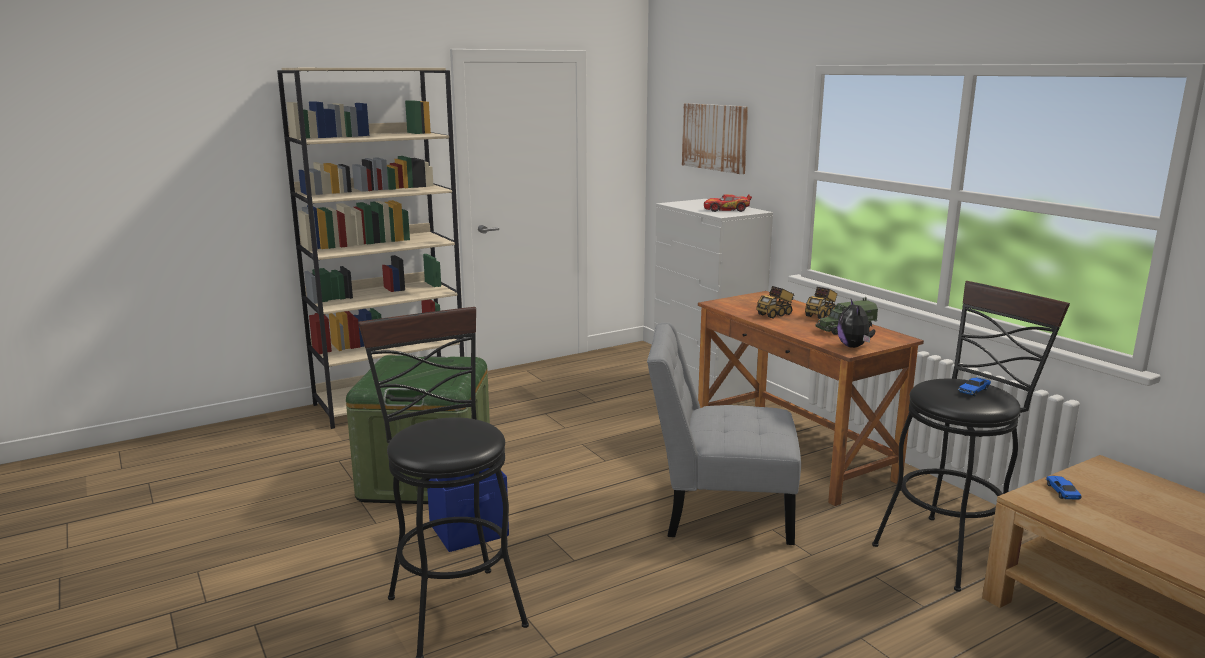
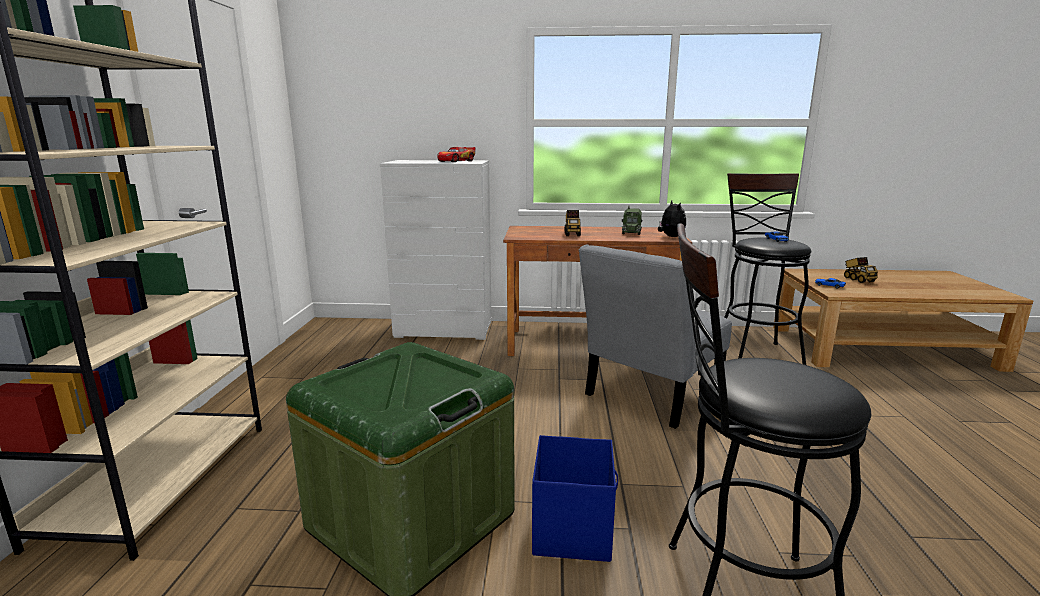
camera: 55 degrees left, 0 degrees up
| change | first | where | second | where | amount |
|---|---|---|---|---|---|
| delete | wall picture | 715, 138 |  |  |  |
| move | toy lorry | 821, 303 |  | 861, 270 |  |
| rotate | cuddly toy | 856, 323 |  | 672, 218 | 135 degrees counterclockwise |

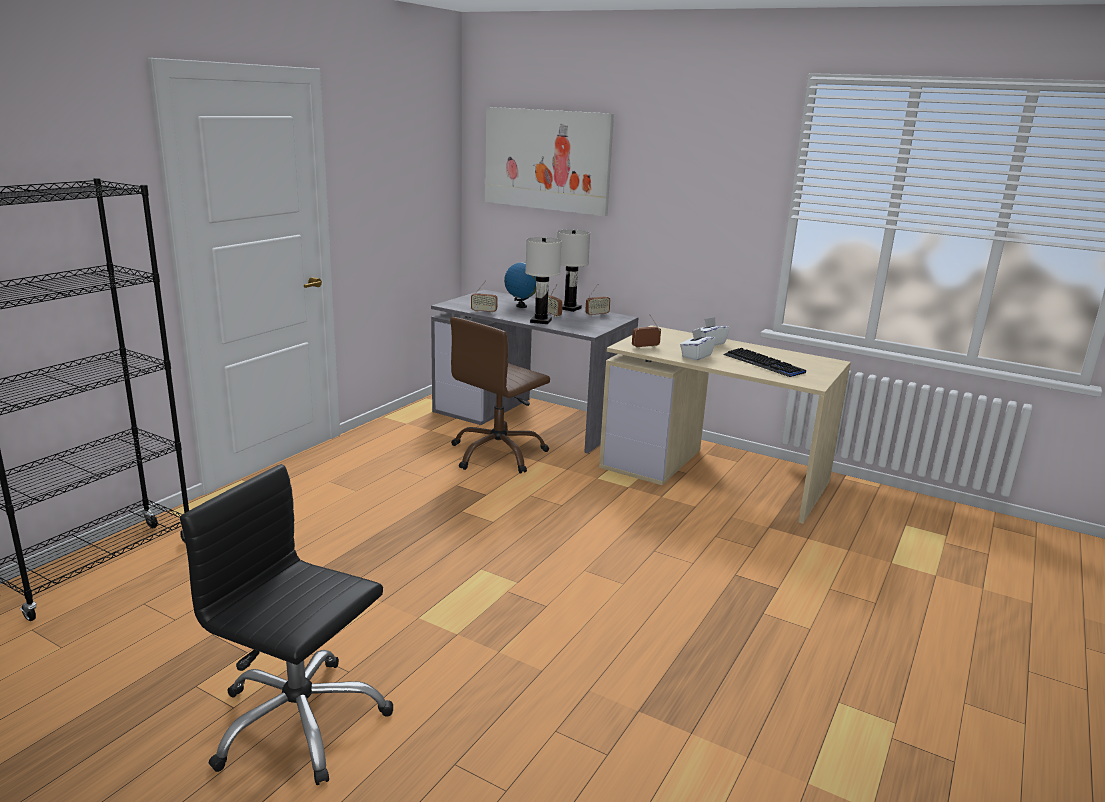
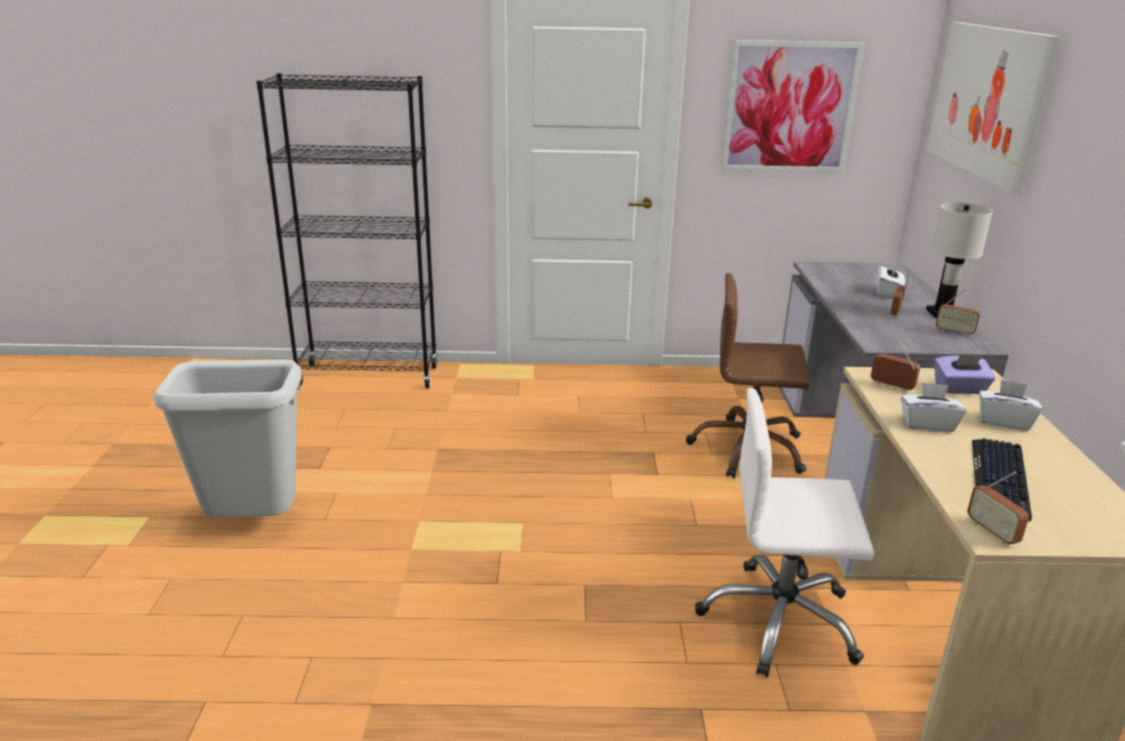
camera: 60 degrees right, 5 degrees up
| change | first | where | second | where | amount |
|---|---|---|---|---|---|
| delete | white-coloured tabletop lamp | 543, 280 |  |  |  |
| insert |  |  | white-coloured computer chair | 784, 532 |  |
| insert |  |  | wall picture | 792, 106 |  |
| insert |  |  | purple tissue holder | 965, 374 |  |
| move | radio set | 484, 297 |  | 998, 507 |  |
| replace | blackish computer chair | 286, 624 | grey waste bin | 228, 439 |  |
| replace | world globe | 520, 285 | white-coloured tissue holder | 891, 280 |  |

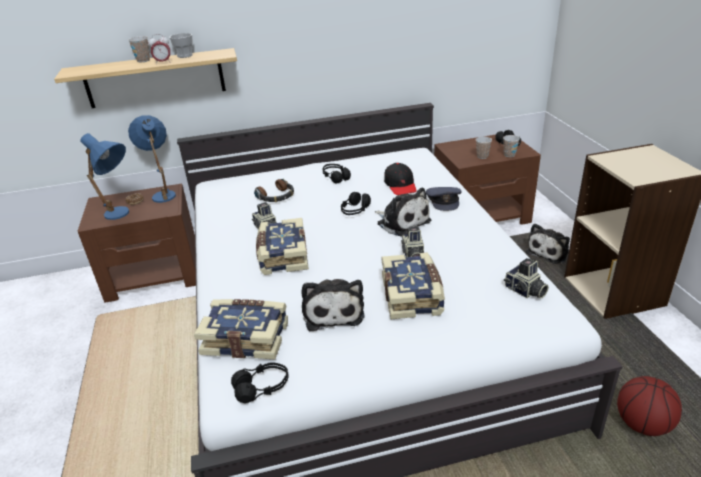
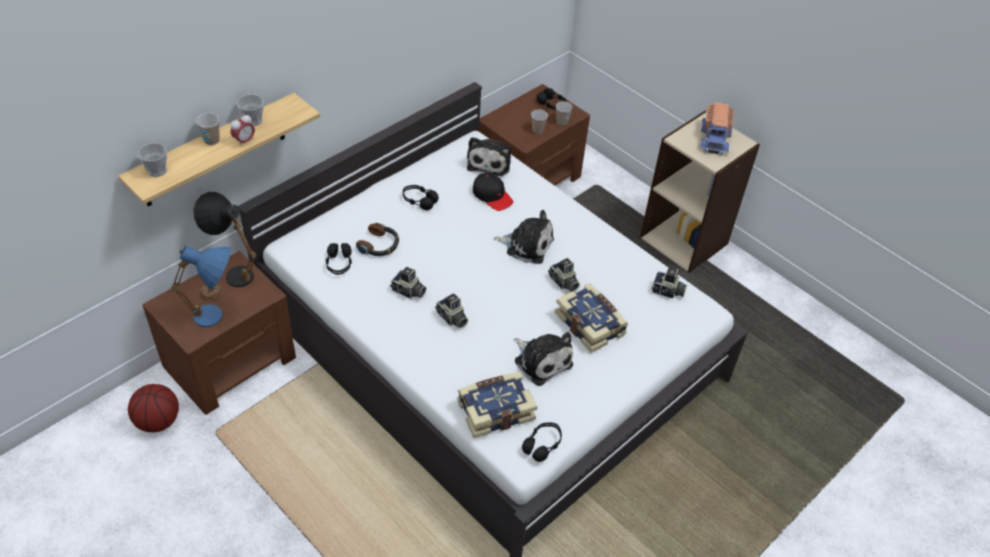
camera: 35 degrees left, 15 degrees up
| change | first | where | second | where | amount |
|---|---|---|---|---|---|
| delete | grey baseball cap | 444, 199 |  |  |  |
| insert |  |  | cup | 152, 160 |  |
| insert |  |  | toy lorry | 716, 128 |  |
| move | blackish headset | 356, 203 |  | 339, 259 |  |
| move | cuddly toy | 548, 243 |  | 489, 156 |  |
| move | ball for basketball | 649, 406 |  | 153, 408 |  |
| replace | book | 282, 246 | photo camera | 451, 310 |  |
| recolor | blue-coloured tabletop lamp | 152, 159 | blackish tabletop lamp | 225, 239 |  |

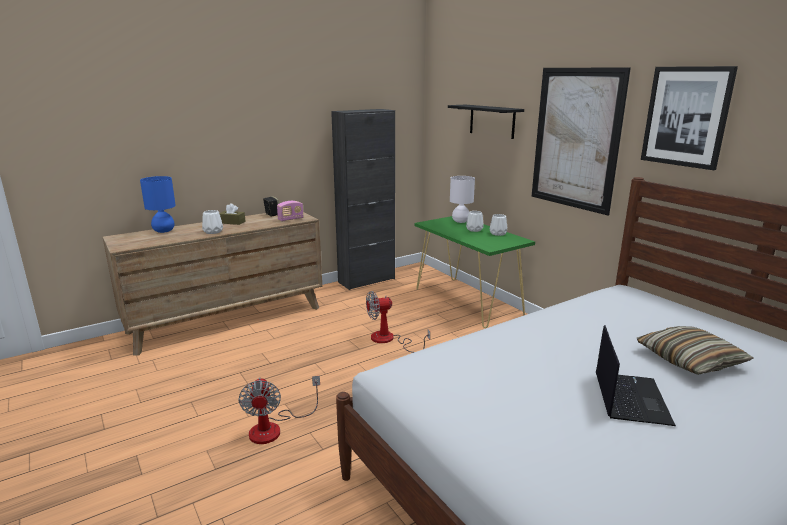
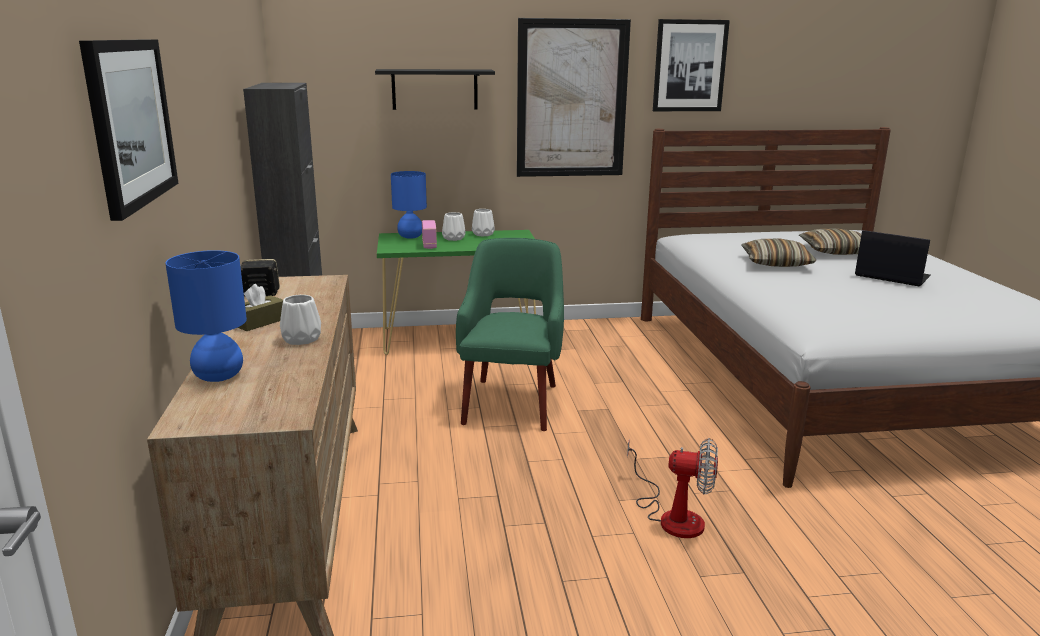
camera: 65 degrees left, 0 degrees up
| change | first | where | second | where | amount |
|---|---|---|---|---|---|
| insert |  |  | wall picture | 129, 130 |  |
| insert |  |  | cushion | 778, 253 |  |
| move | radio set | 290, 211 |  | 429, 234 |  |
| replace | fan | 398, 322 | green armchair | 510, 334 |  |
| recolor | white-coloured tabletop lamp | 462, 199 | blue-coloured tabletop lamp | 409, 205 |  |

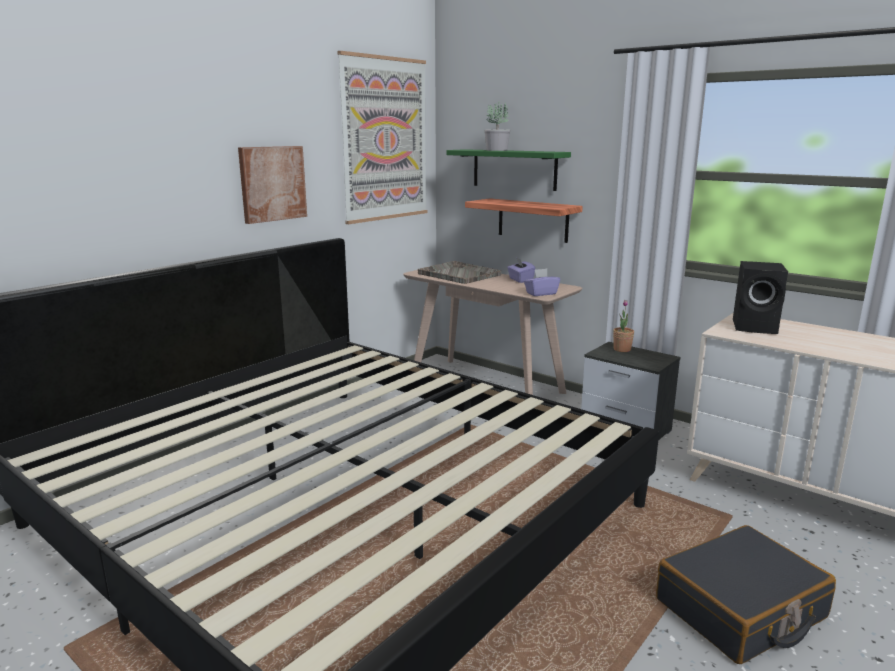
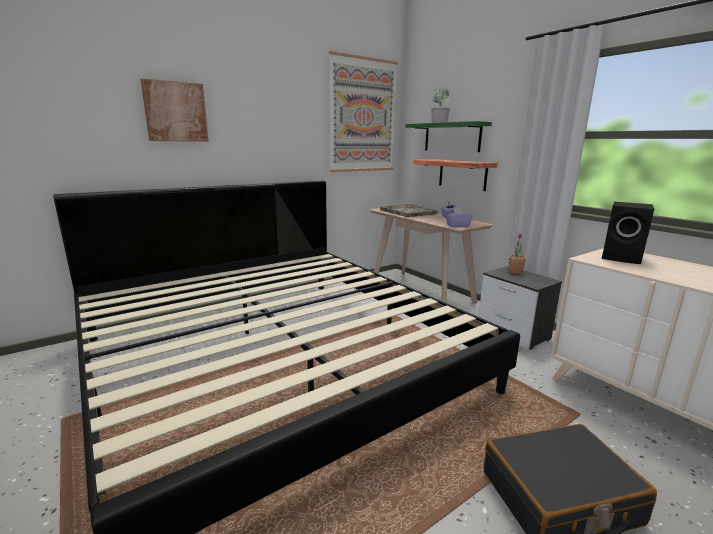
camera: 15 degrees right, 0 degrees up
| change | first | where | second | where | amount |
|---|---|---|---|---|---|
| move | wall picture | 272, 185 |  | 175, 110 |  |

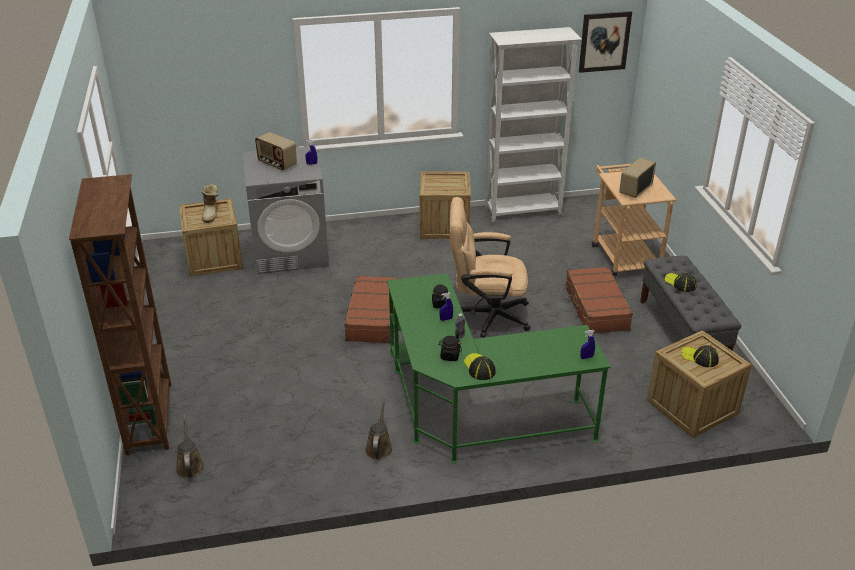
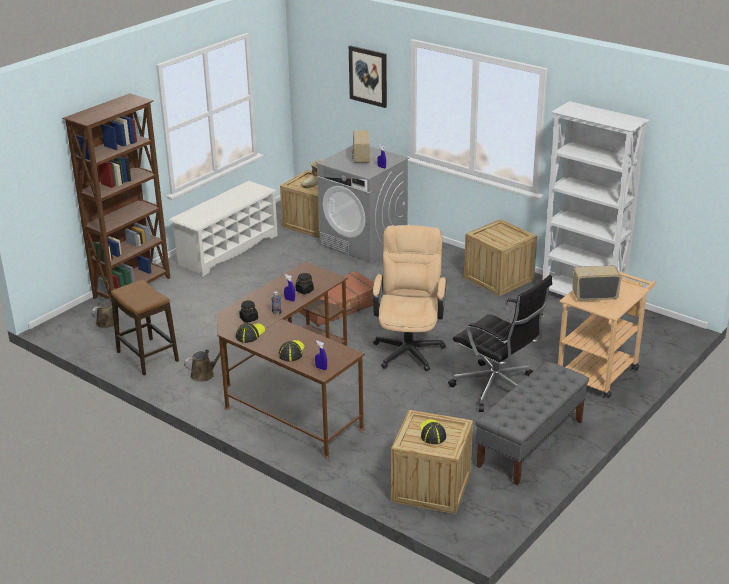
camera: 50 degrees right, 5 degrees down
| change | first | where | second | where | amount |
|---|---|---|---|---|---|
| insert |  |  | stool | 145, 327 |  |
| insert |  |  | white-coloured shoe shelf | 223, 228 |  |
| move | wall picture | 605, 42 |  | 368, 76 |  |
| move | baseball cap | 680, 282 |  | 292, 351 |  |
| replace | brown piece of luggage | 598, 299 | blackish computer chair | 500, 343 |  |
| recolor | green desk unit | 499, 368 | brown desk unit | 291, 360 |  |
| rotate | beige-coloured computer chair | 490, 267 |  | 410, 298 | 45 degrees clockwise |

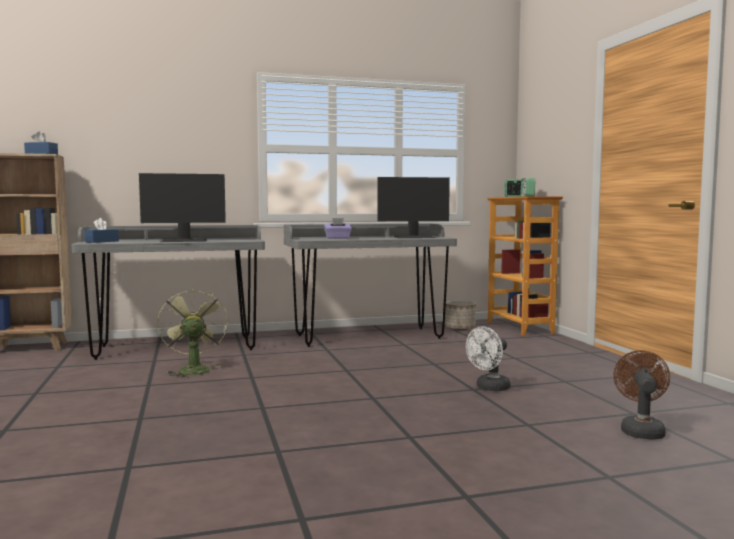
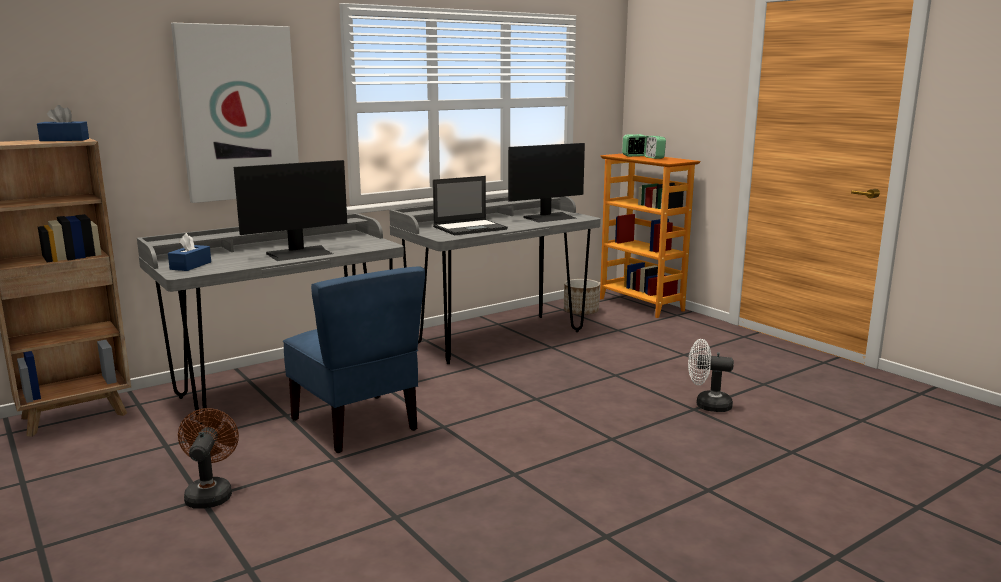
camera: 20 degrees left, 10 degrees up
| change | first | where | second | where | amount |
|---|---|---|---|---|---|
| insert |  |  | wall picture | 235, 113 |  |
| move | brown fan | 641, 395 |  | 208, 458 |  |
| replace | green fan | 192, 333 | blue-coloured upright chair | 354, 360 |  |
| replace | purple tissue holder | 338, 228 | laptop | 470, 205 |  |
| rotate | white-coloured fan | 488, 358 |  | 711, 375 | 75 degrees clockwise |

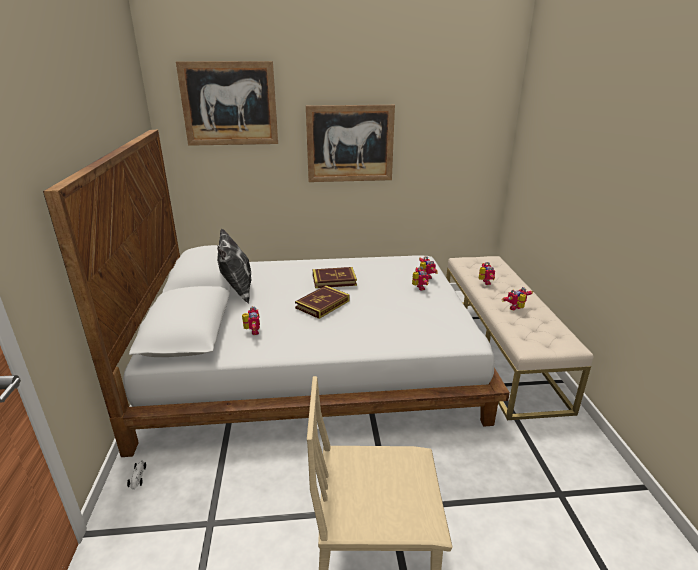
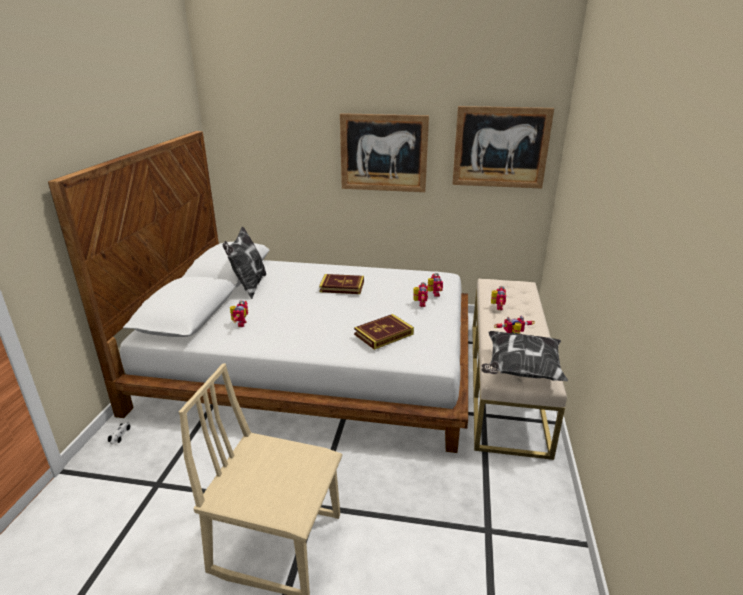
camera: 15 degrees right, 0 degrees up
| change | first | where | second | where | amount |
|---|---|---|---|---|---|
| insert |  |  | cushion | 524, 356 |  |
| move | wall picture | 227, 103 |  | 503, 147 |  |
| move | book | 322, 302 |  | 384, 332 |  |

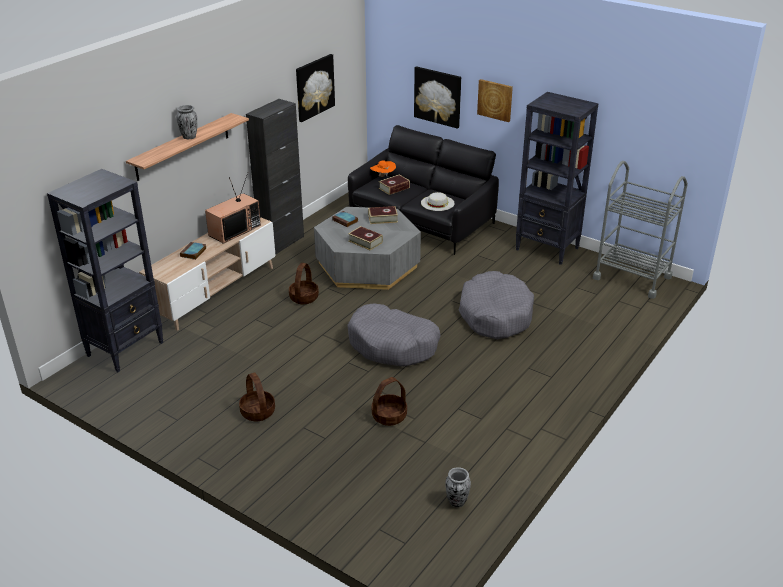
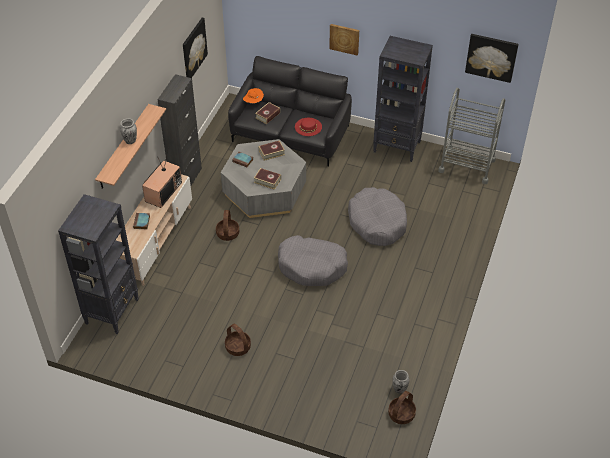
camera: 15 degrees left, 15 degrees up
| change | first | where | second | where | amount |
|---|---|---|---|---|---|
| move | basket | 389, 401 |  | 402, 407 |  |
| move | wall picture | 437, 97 |  | 492, 58 |  |
| recolor | white-coloured wearable hat | 438, 201 | red-coloured wearable hat | 308, 127 |  |

